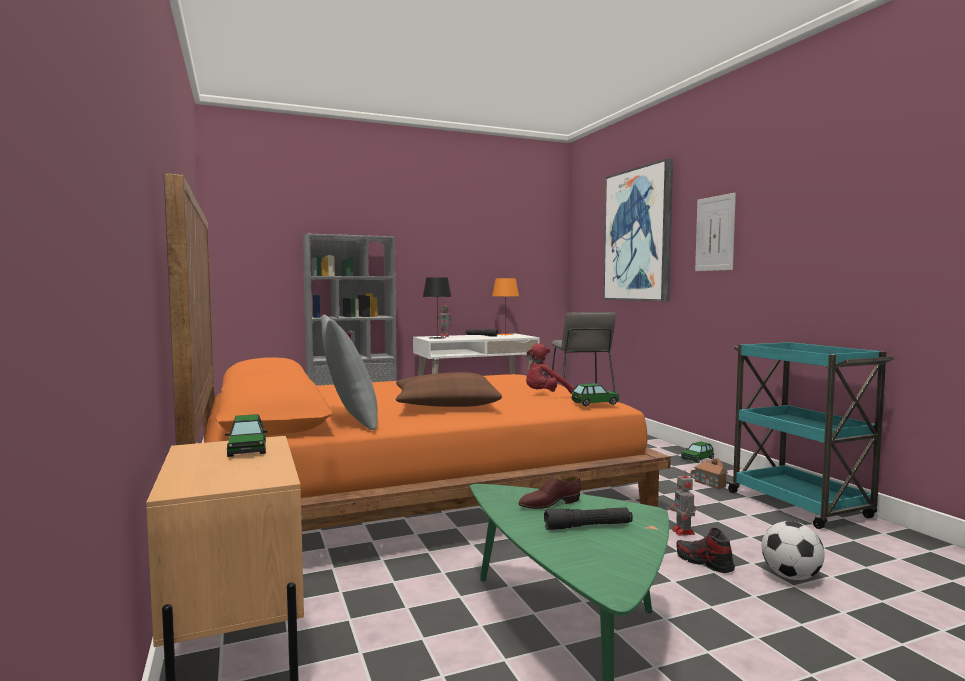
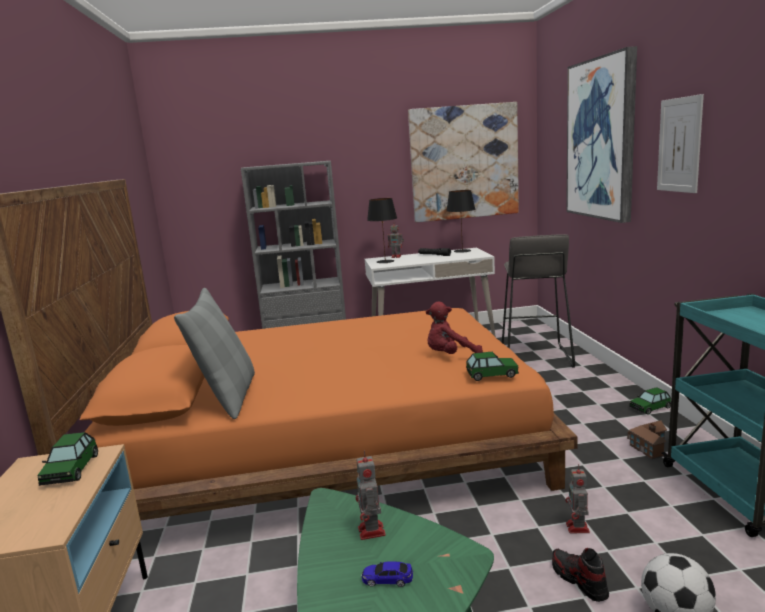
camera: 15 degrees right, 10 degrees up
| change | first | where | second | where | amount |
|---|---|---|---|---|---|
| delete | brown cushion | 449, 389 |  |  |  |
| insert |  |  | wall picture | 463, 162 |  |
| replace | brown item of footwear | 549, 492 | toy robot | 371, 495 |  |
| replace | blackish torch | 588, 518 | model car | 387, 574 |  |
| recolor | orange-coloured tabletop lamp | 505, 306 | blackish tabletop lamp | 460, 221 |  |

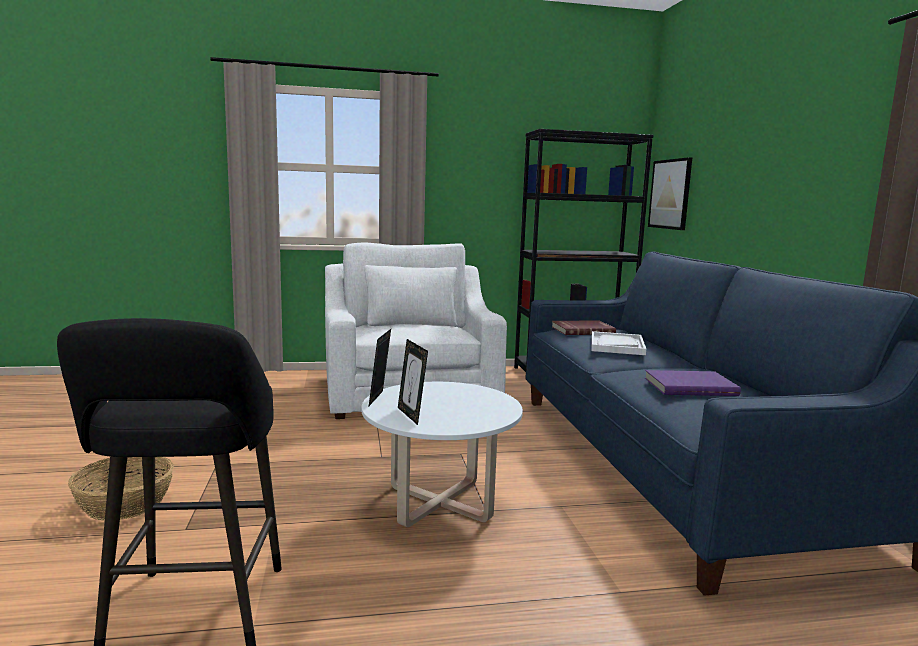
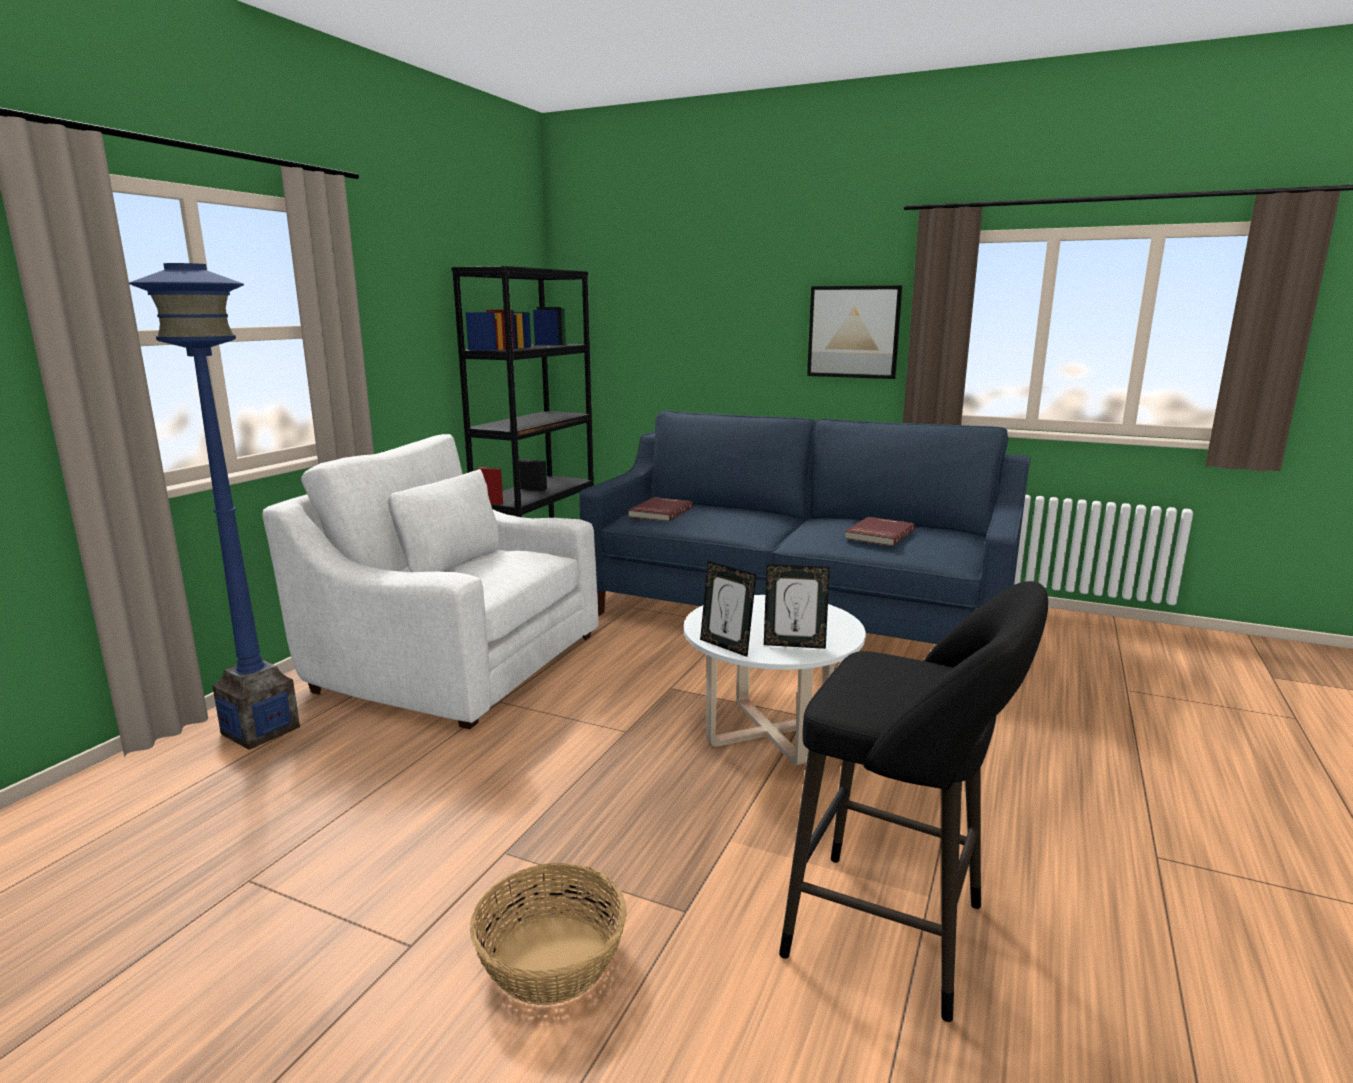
camera: 55 degrees left, 5 degrees up
| change | first | where | second | where | amount |
|---|---|---|---|---|---|
| delete | white-coloured serving tray | 618, 343 |  |  |  |
| insert |  |  | blue-coloured floor lamp | 214, 506 |  |
| move | wall picture | 670, 193 |  | 854, 332 |  |
| recolor | purple book | 693, 383 | red-coloured book | 880, 531 |  |

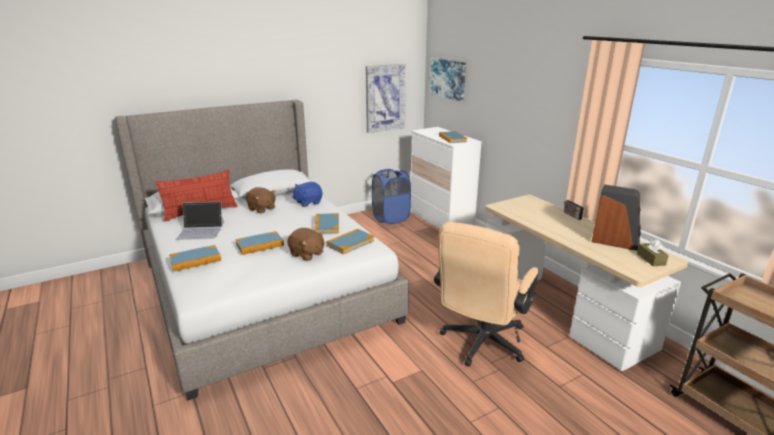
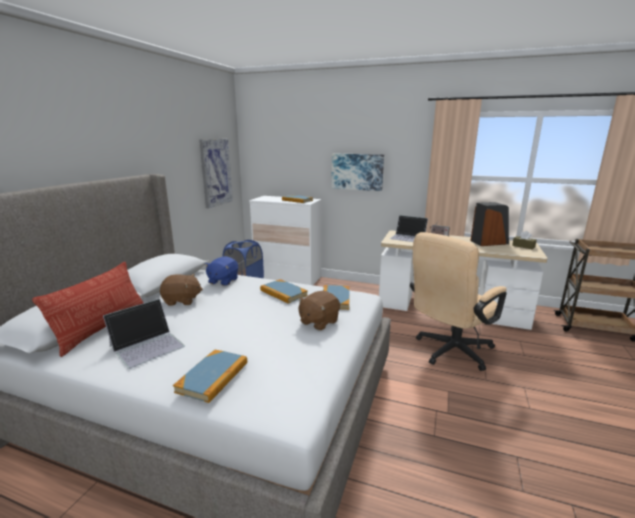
camera: 40 degrees left, 5 degrees down
| change | first | where | second | where | amount |
|---|---|---|---|---|---|
| delete | book | 260, 243 |  |  |  |
| insert |  |  | laptop | 409, 228 |  |
| move | wall picture | 447, 79 |  | 357, 172 |  |
| rotate | brown cuddly toy | 305, 244 |  | 319, 310 | 135 degrees clockwise |
| rotate | beige-coloured computer chair | 486, 294 |  | 458, 301 | 60 degrees clockwise |

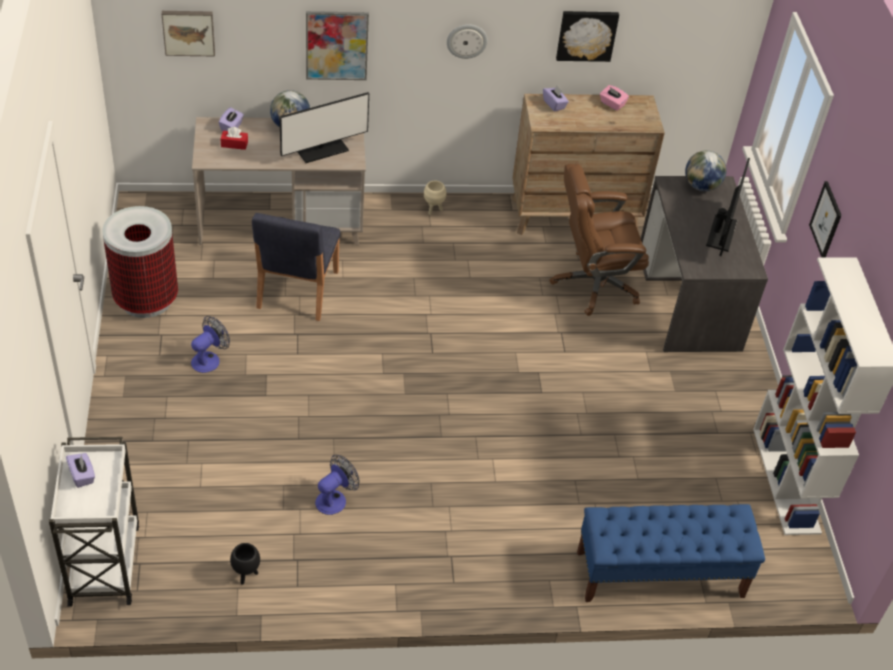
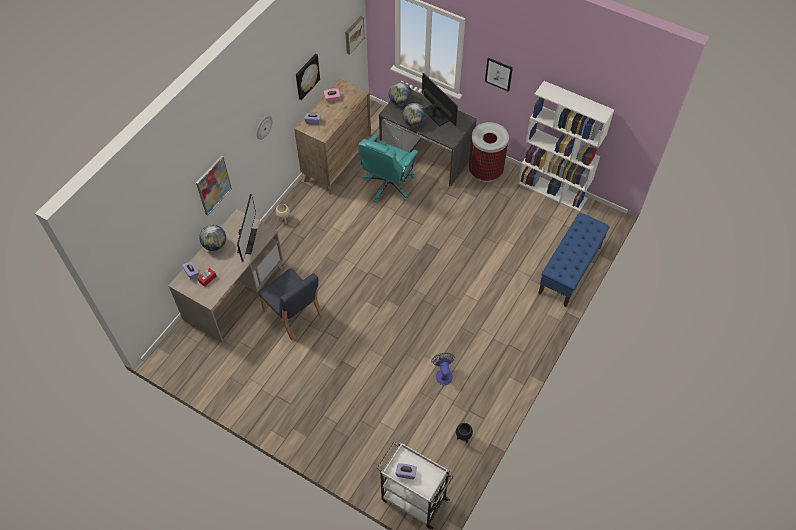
camera: 50 degrees left, 10 degrees up
| change | first | where | second | where | amount |
|---|---|---|---|---|---|
| delete | fan | 210, 344 |  |  |  |
| insert |  |  | world globe | 414, 115 |  |
| move | waste bin | 140, 262 |  | 489, 152 |  |
| move | wall picture | 188, 34 |  | 354, 35 |  |
| recolor | brown computer chair | 599, 240 | turquoise computer chair | 388, 168 |  |

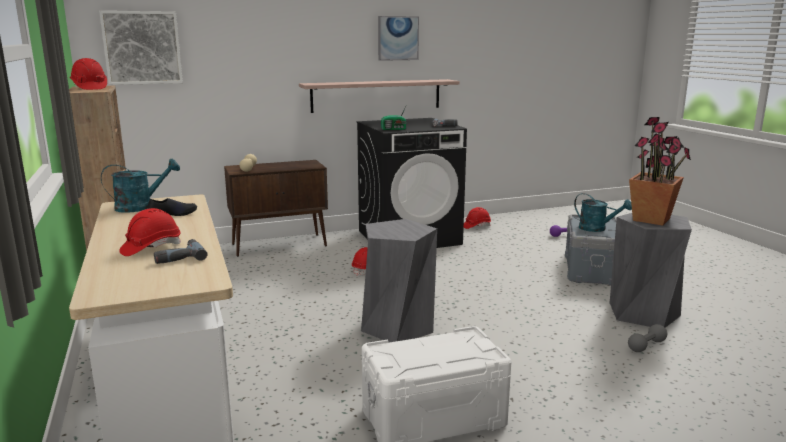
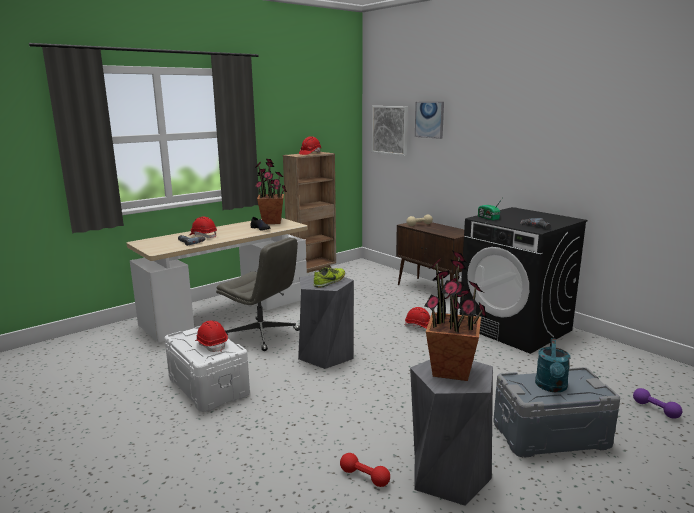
camera: 70 degrees right, 0 degrees up
| change | first | where | second | where | amount |
|---|---|---|---|---|---|
| delete | shelf | 379, 96 |  |  |  |
| insert |  |  | grey computer chair | 258, 294 |  |
| insert |  |  | item of footwear | 329, 277 |  |
| move | wall picture | 398, 38 |  | 429, 120 |  |
| move | red-coloured safety helmet | 477, 218 |  | 211, 336 |  |
| replace | turquoise watering can | 140, 185 | potted plant | 271, 191 |  |
| recolor | grey dumbbell | 647, 338 | red-coloured dumbbell | 365, 470 |  |

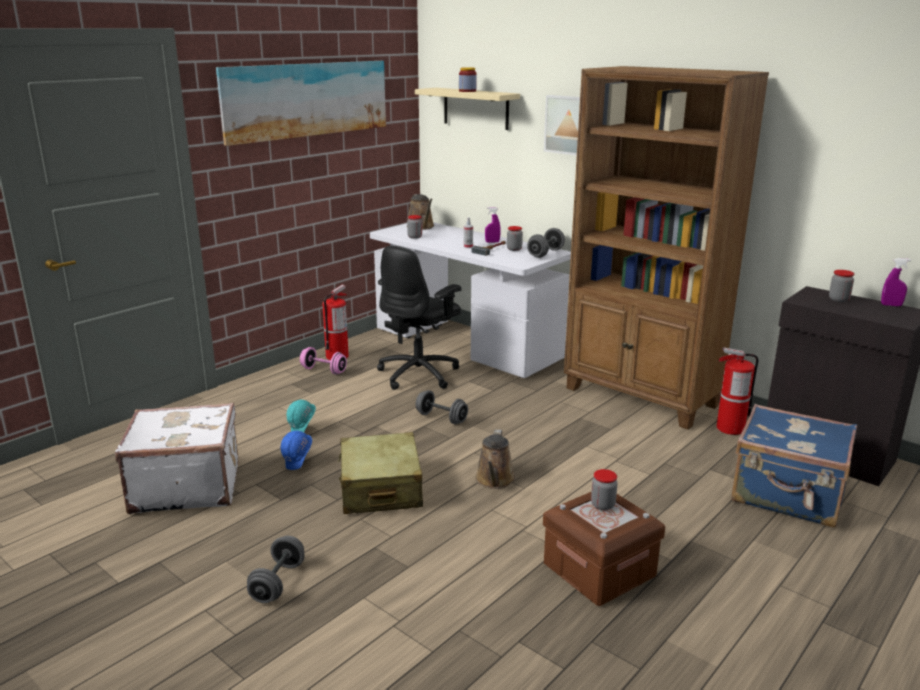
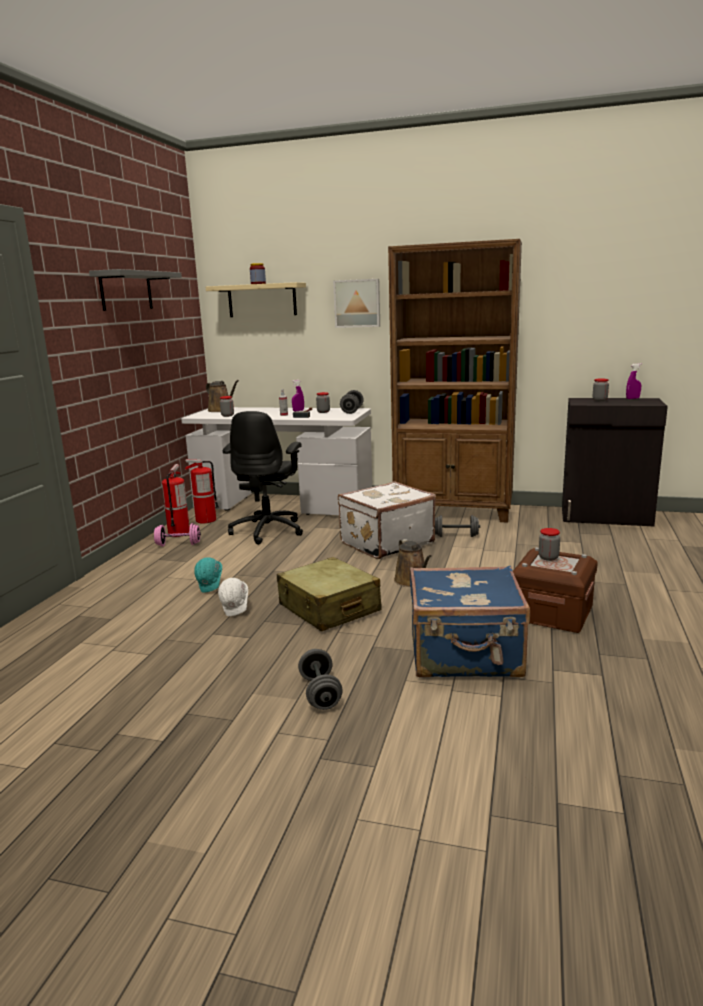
camera: 25 degrees left, 5 degrees down
| change | first | where | second | where | amount |
|---|---|---|---|---|---|
| move | white-coloured piece of luggage | 176, 458 |  | 387, 520 |  |
| move | grey dumbbell | 442, 407 |  | 457, 526 |  |
| move | extinguisher | 737, 391 |  | 202, 491 |  |
| move | blue-coloured piece of luggage | 794, 466 |  | 470, 622 |  |
| replace | wall picture | 301, 103 | grey shelf | 135, 290 |  |
| recolor | blue-coloured safety helmet | 296, 450 | white-coloured safety helmet | 233, 597 |  |

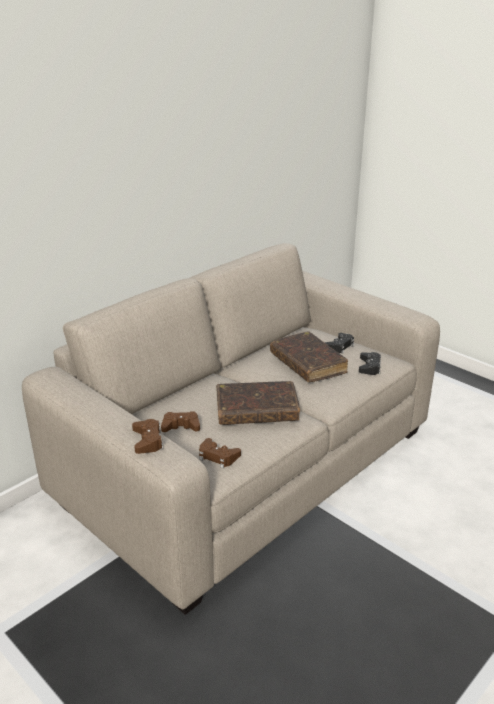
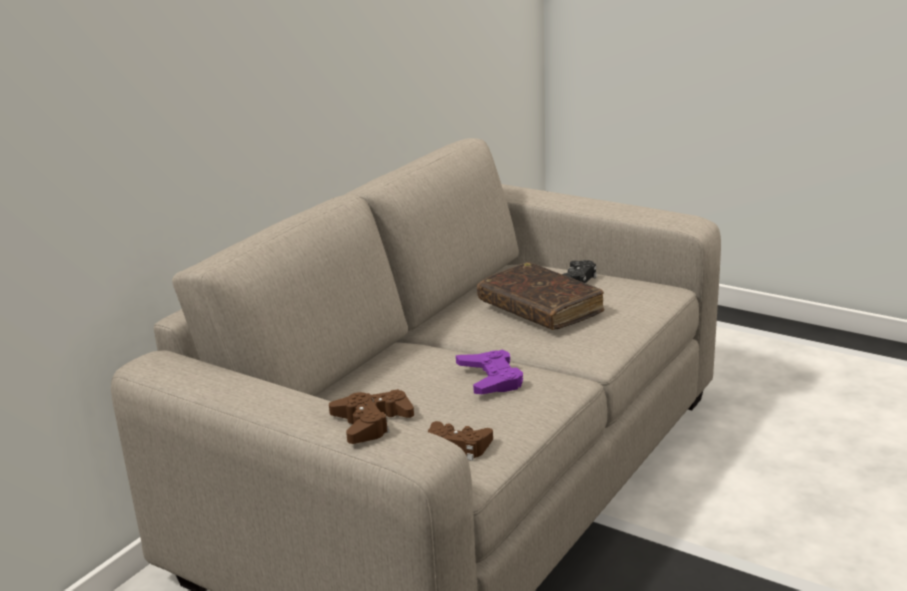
camera: 10 degrees left, 5 degrees down
| change | first | where | second | where | amount |
|---|---|---|---|---|---|
| delete | blackish joypad | 370, 363 |  |  |  |
| replace | brown book | 258, 403 | purple joypad | 489, 372 |  |

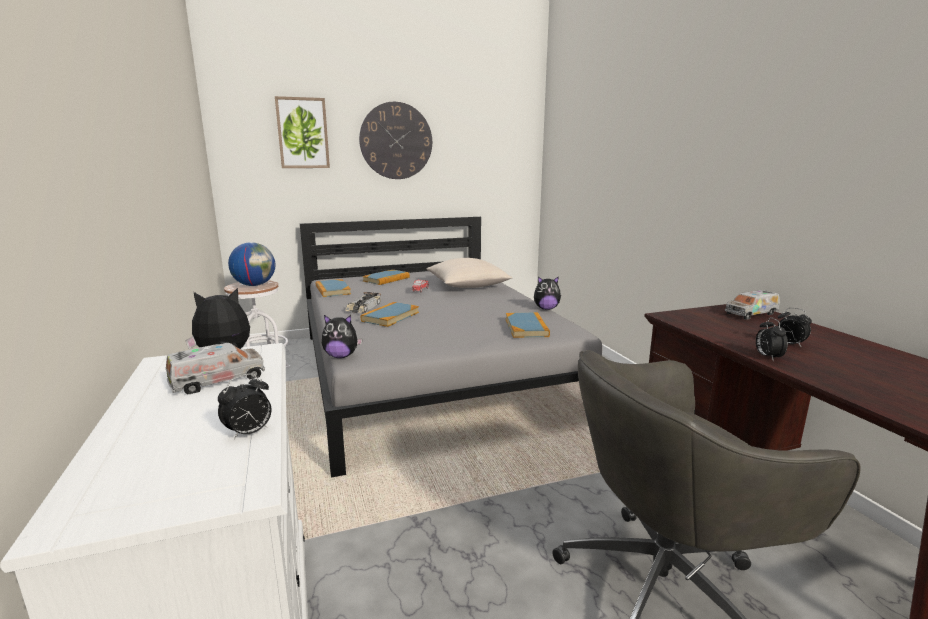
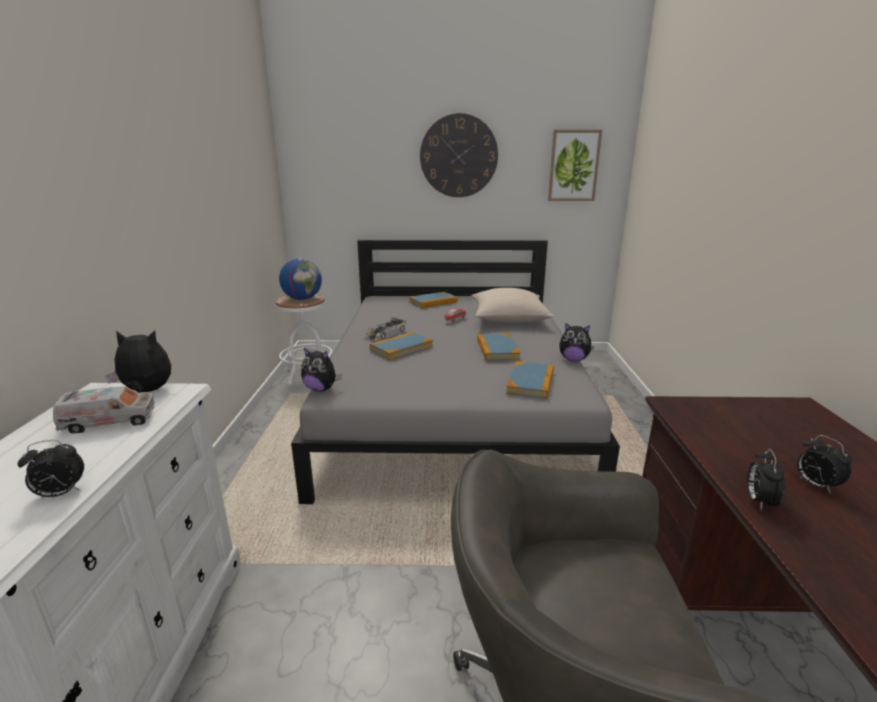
camera: 20 degrees right, 5 degrees up
| change | first | where | second | where | amount |
|---|---|---|---|---|---|
| delete | toy lorry | 752, 305 |  |  |  |
| move | wall picture | 302, 132 |  | 575, 165 |  |
| move | book | 333, 288 |  | 499, 347 |  |

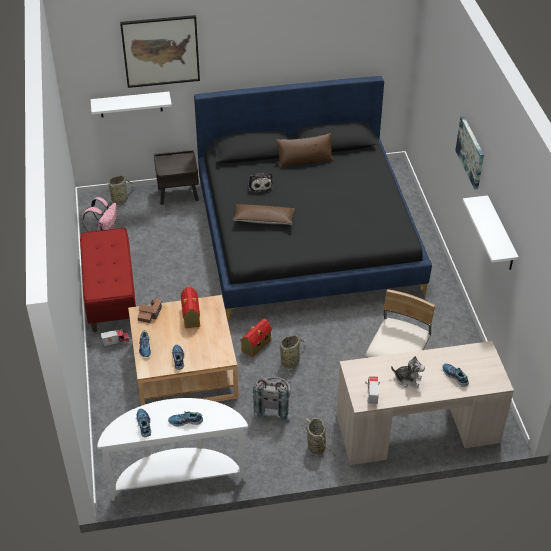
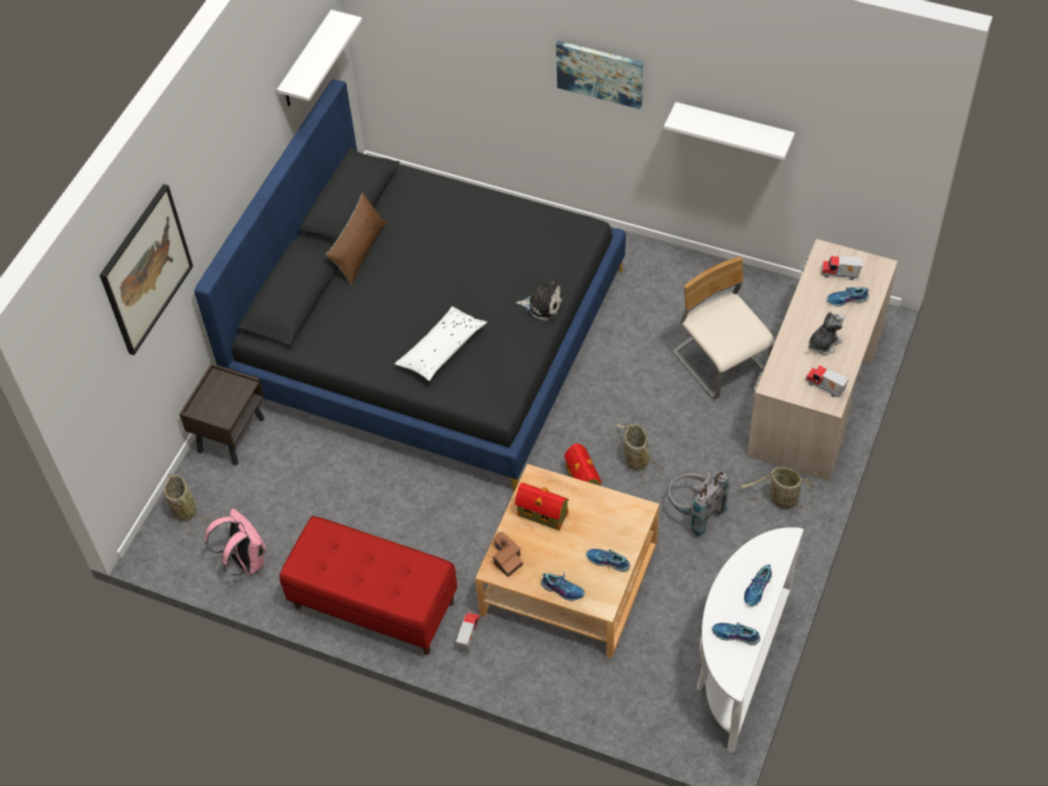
camera: 55 degrees left, 10 degrees up
| change | first | where | second | where | amount |
|---|---|---|---|---|---|
| insert |  |  | toy lorry | 842, 268 |  |
| move | white-coloured shelf | 131, 104 |  | 319, 58 |  |
| move | cuddly toy | 260, 183 |  | 539, 298 |  |
| recolor | brown cushion | 263, 214 | white-coloured cushion | 441, 343 |  |

